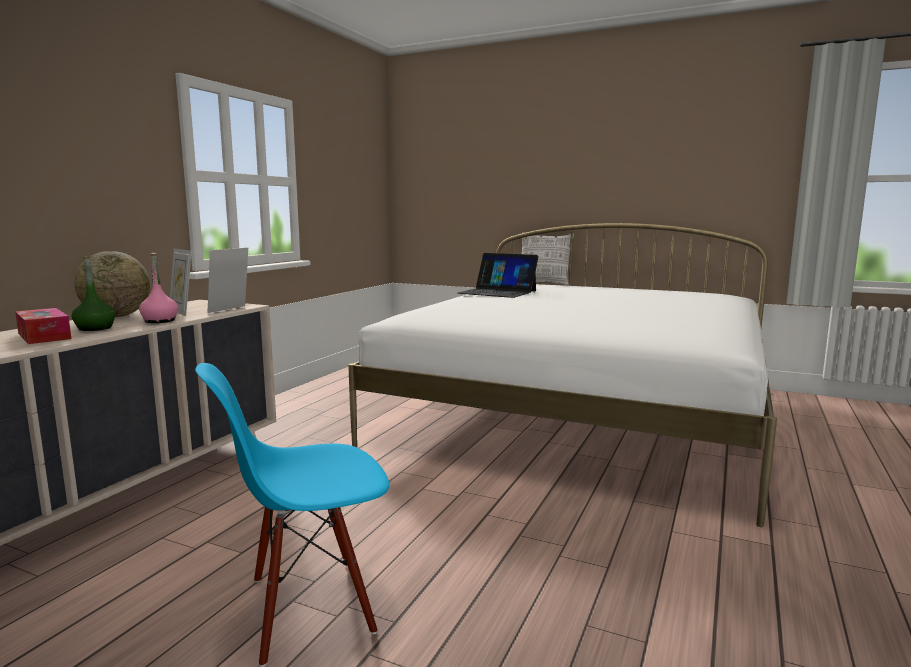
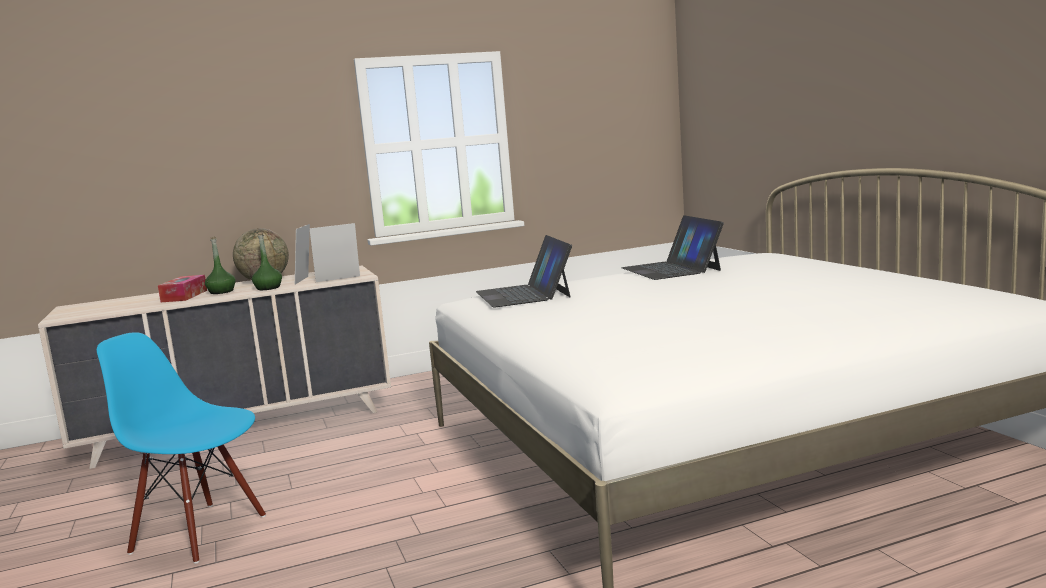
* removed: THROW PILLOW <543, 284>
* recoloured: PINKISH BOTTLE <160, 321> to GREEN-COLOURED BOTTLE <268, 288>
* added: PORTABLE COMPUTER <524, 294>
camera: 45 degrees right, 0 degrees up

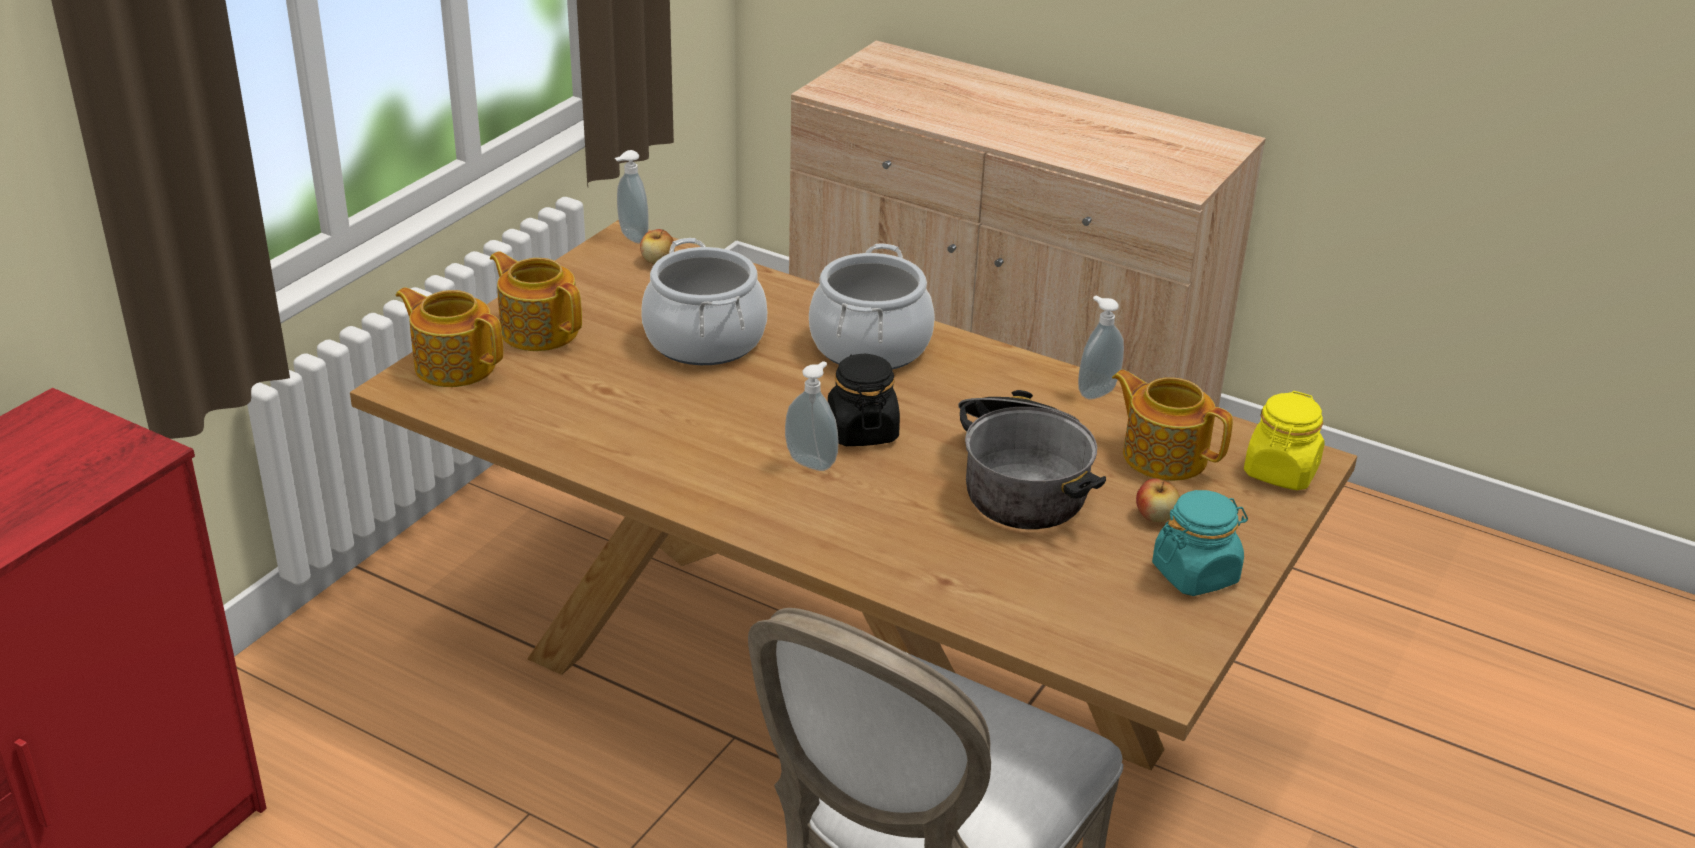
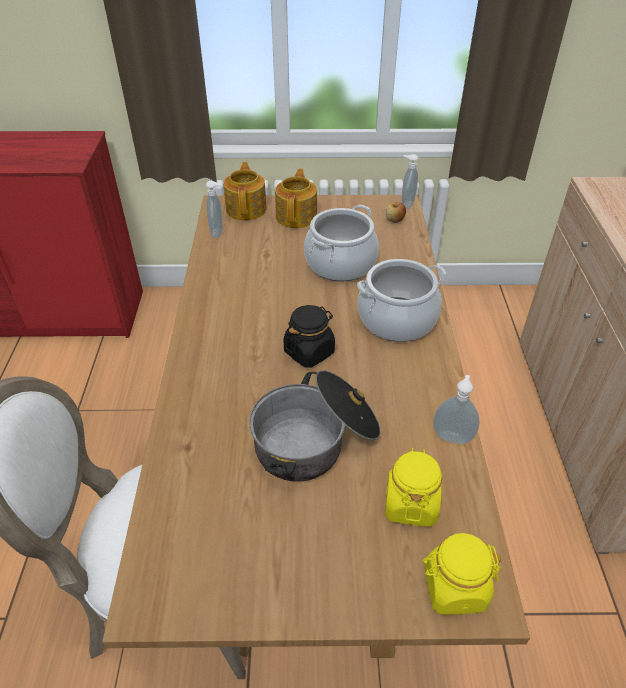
* moved: SOAP BOTTLE <812, 462> to <218, 233>
* replaced: POT FOR TEA <1163, 455> to YELLOW-COLOURED JAR <410, 503>
* removed: WHOLE APPLE <1155, 516>
* removed: TURQUOISE JAR <1195, 574>
camera: 60 degrees right, 10 degrees up

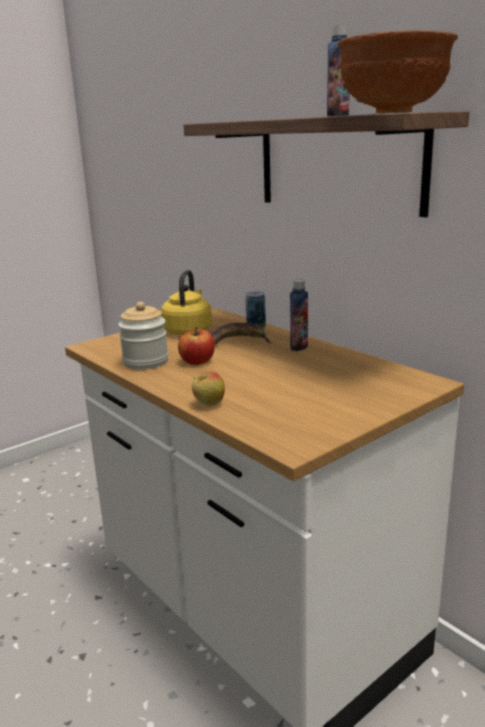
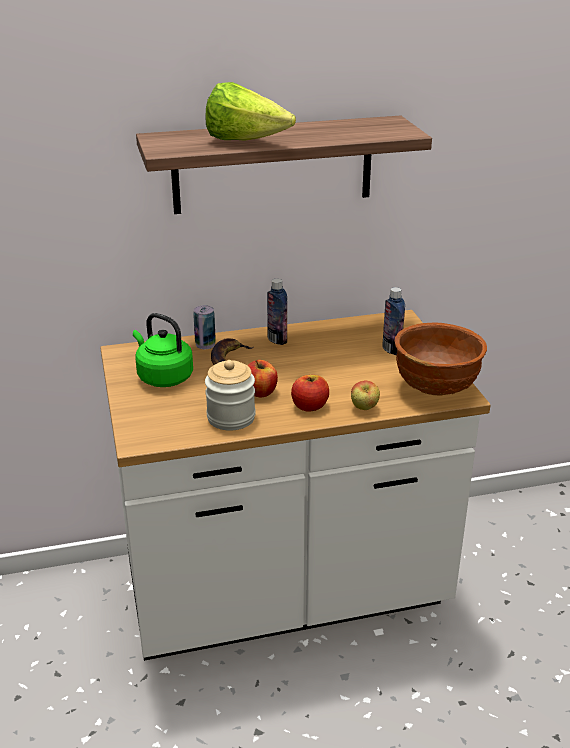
* moved: BOTTLE <338, 116> to <391, 349>
* moved: BROWNISH SERVING BOWL <393, 112> to <437, 389>
* recoloured: YELLOW-COLOURED KETTLE <188, 330> to GREEN-COLOURED KETTLE <163, 377>
* added: LETTUCE HEAD <245, 141>
* added: WHOLE APPLE <309, 406>
camera: 65 degrees left, 10 degrees up

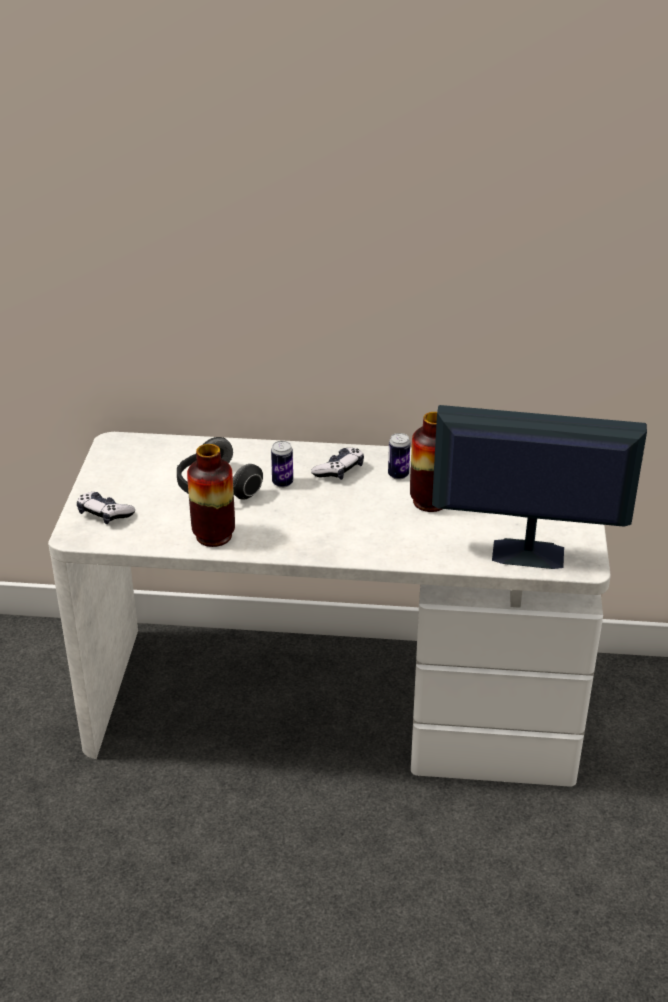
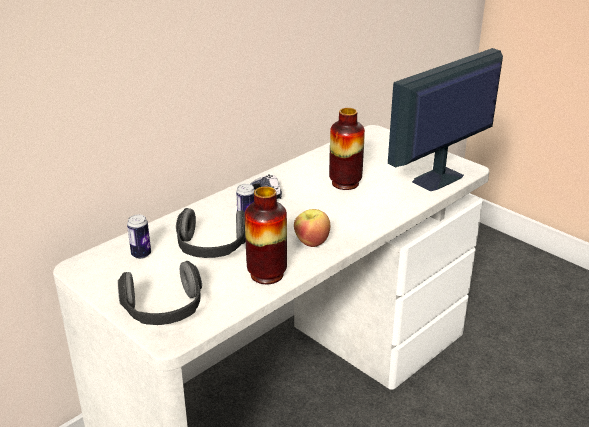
* moved: CAN <398, 475> to <141, 254>
* replaced: JOYPAD <104, 514> to PAIR OF HEADPHONES <164, 312>
* added: WHOLE APPLE <311, 242>
camera: 50 degrees left, 5 degrees down

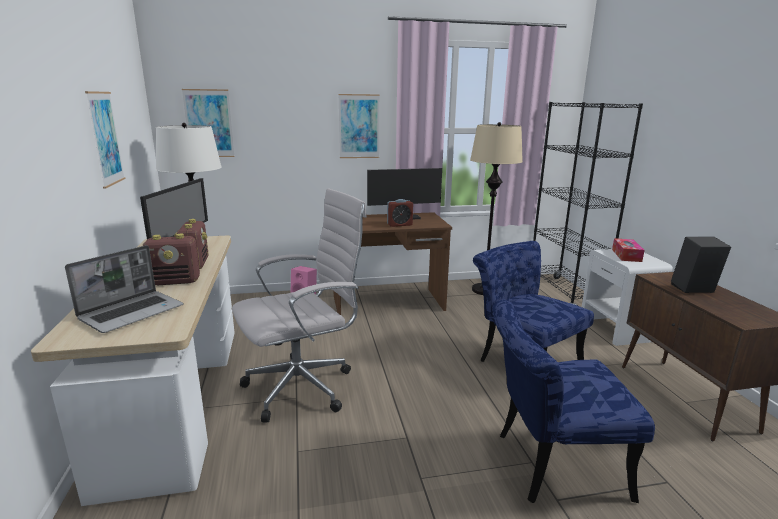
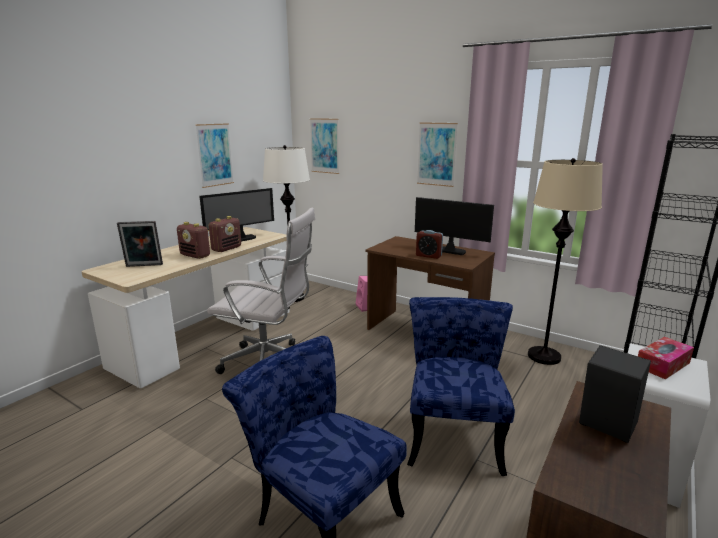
* replaced: PORTABLE COMPUTER <132, 312> to STANDING FRAME <144, 266>
camera: 45 degrees right, 0 degrees up

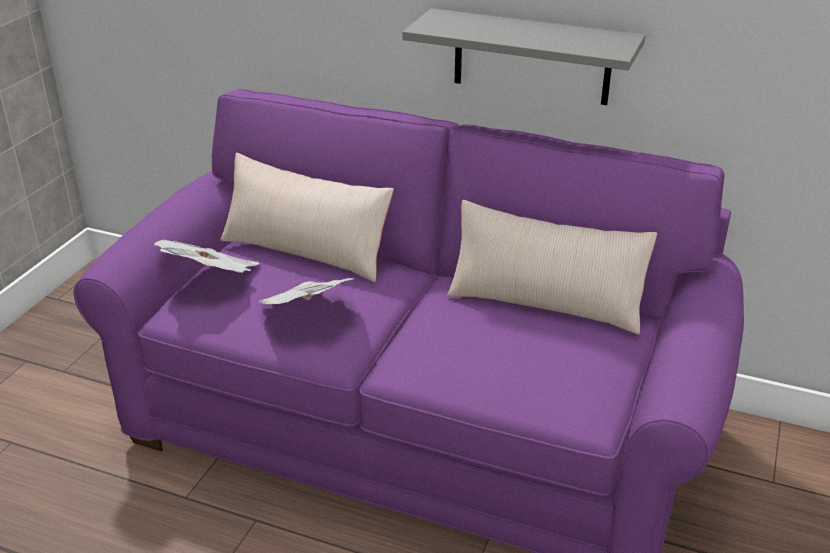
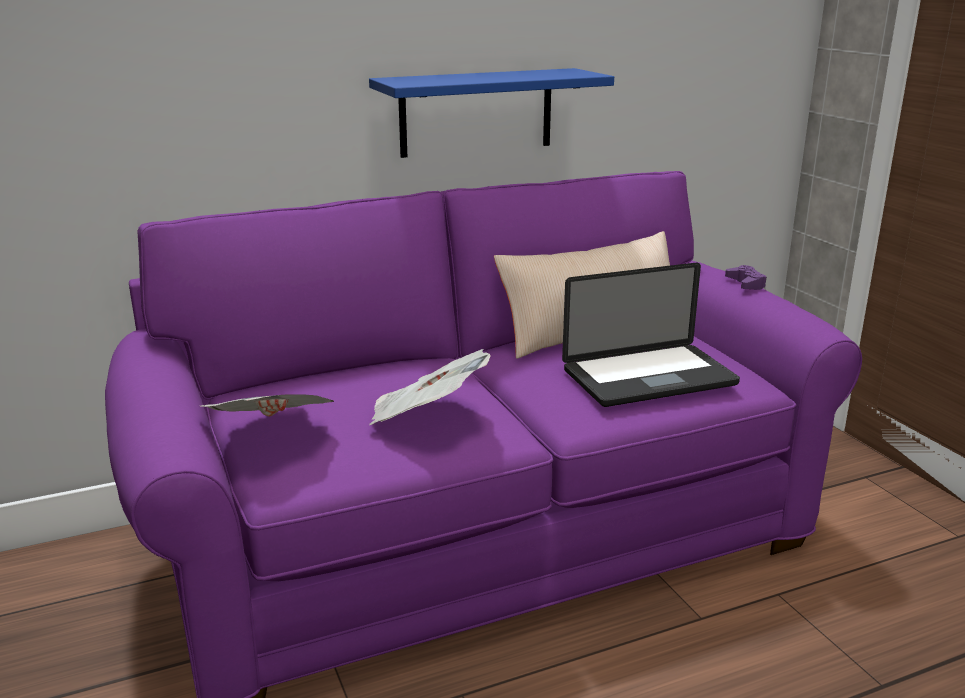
* recoloured: GREYISH SHELF <531, 57> to BLUE-COLOURED SHELF <476, 112>
* removed: BEIGE THROW PILLOW <306, 250>
* added: PORTABLE COMPUTER <649, 378>
* added: PURPLE JOYPAD <746, 284>
camera: 45 degrees left, 10 degrees down

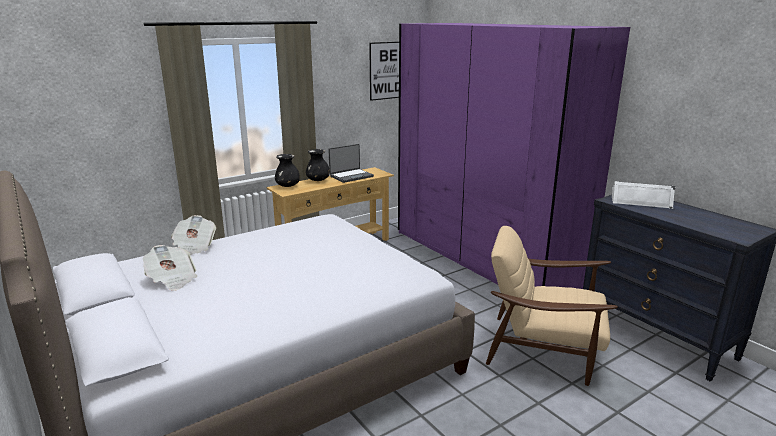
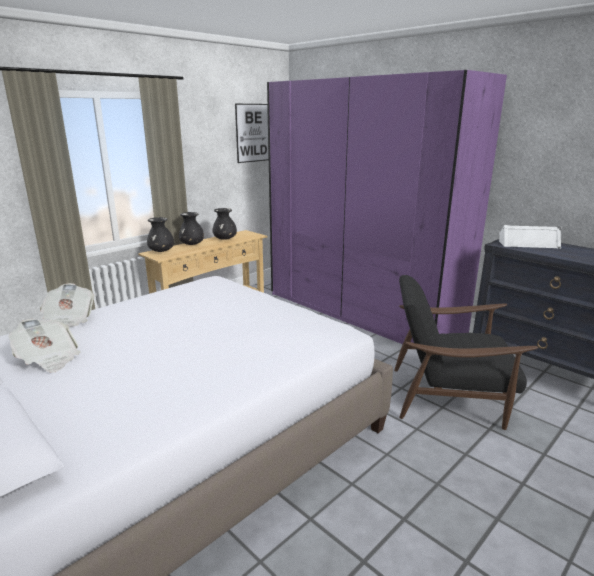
* replaced: PORTABLE COMPUTER <351, 176> to BLACK FLOWER VASE <225, 239>
* recoloured: BEIGE EASY CHAIR <543, 348> to BLACK EASY CHAIR <449, 396>
camera: 10 degrees left, 0 degrees up

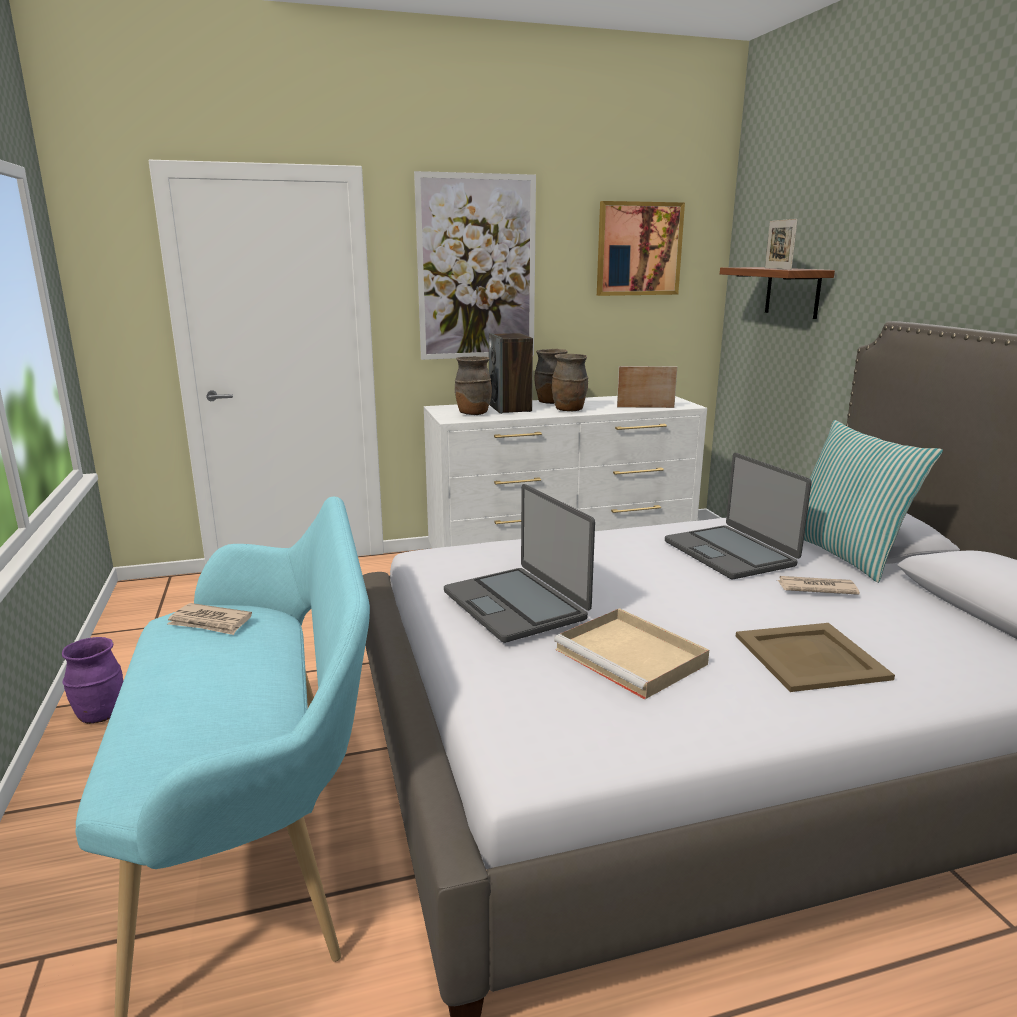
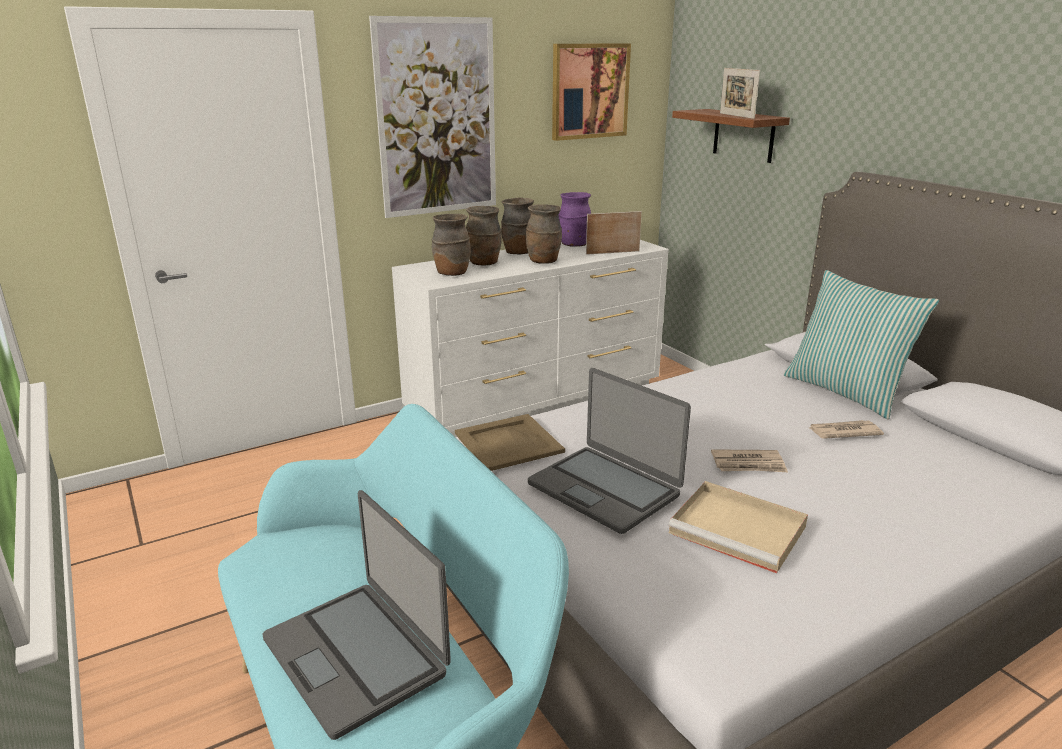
* replaced: SPEAKER <510, 408> to BROWNISH FLOWER VASE <484, 263>
* moved: PORTABLE COMPUTER <730, 553> to <357, 655>
* moved: PRINTED PAPER <210, 622> to <748, 464>
* moved: BEIGE TRAY <808, 656> to <507, 442>
* moved: PURPLE FLOWER VASE <100, 714> to <574, 245>
camera: 15 degrees left, 5 degrees up

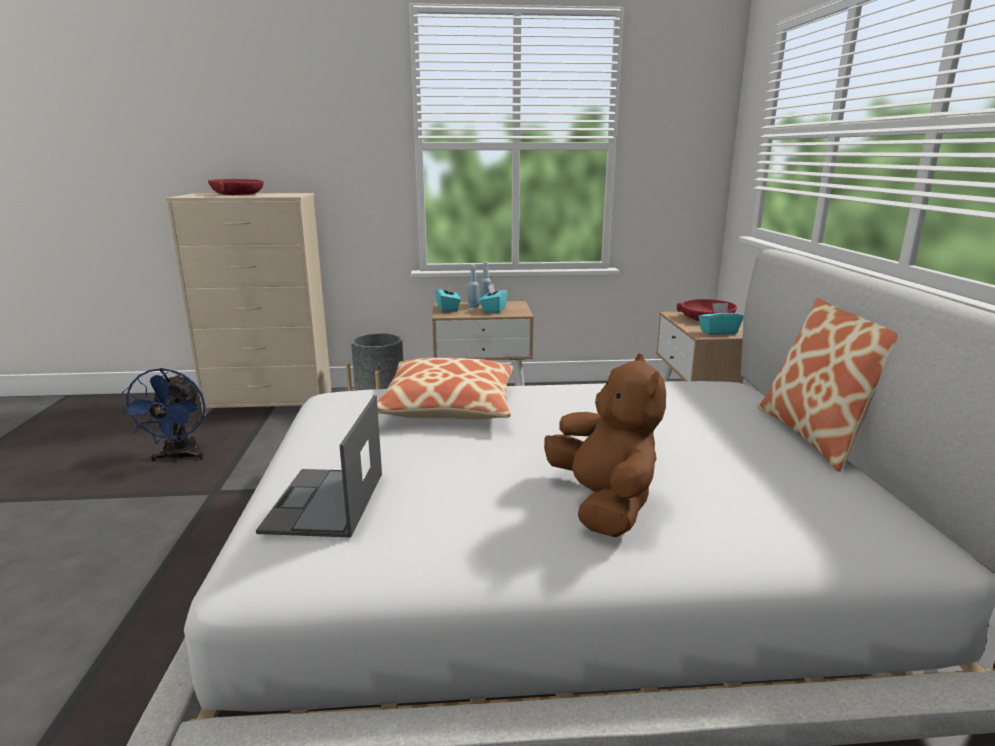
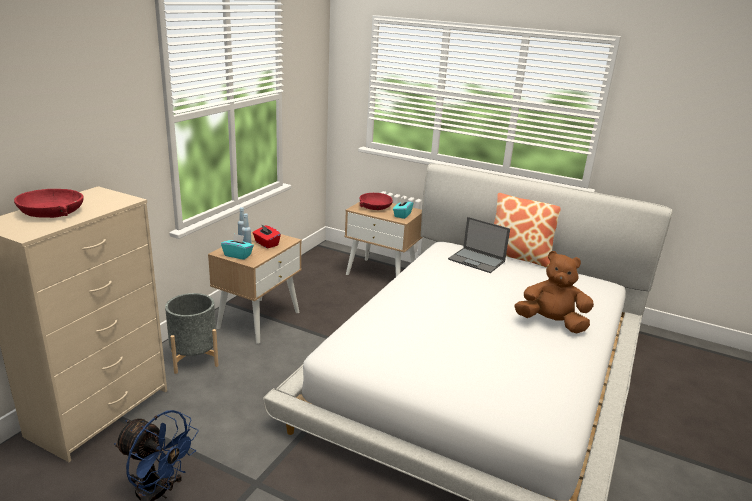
* recoloured: TURQUOISE BOX OF TISSUES <493, 310> to RED BOX OF TISSUES <266, 244>
* removed: THROW PILLOW <449, 406>
* moved: PORTABLE COMPUTER <325, 503> to <477, 260>
camera: 60 degrees left, 5 degrees up

